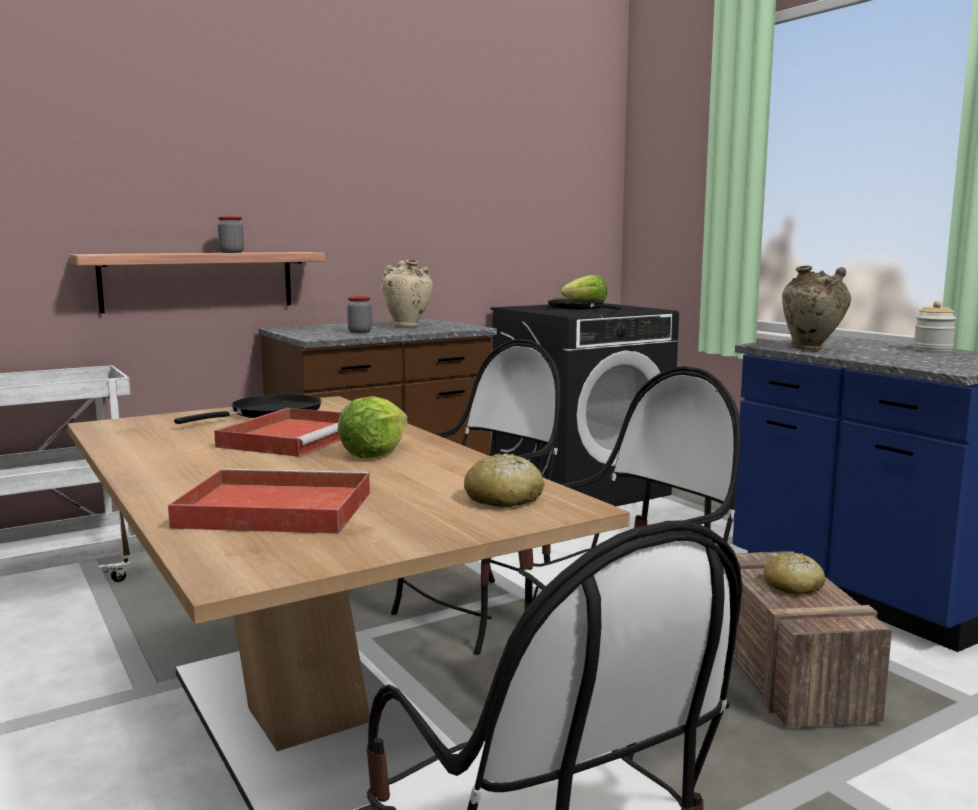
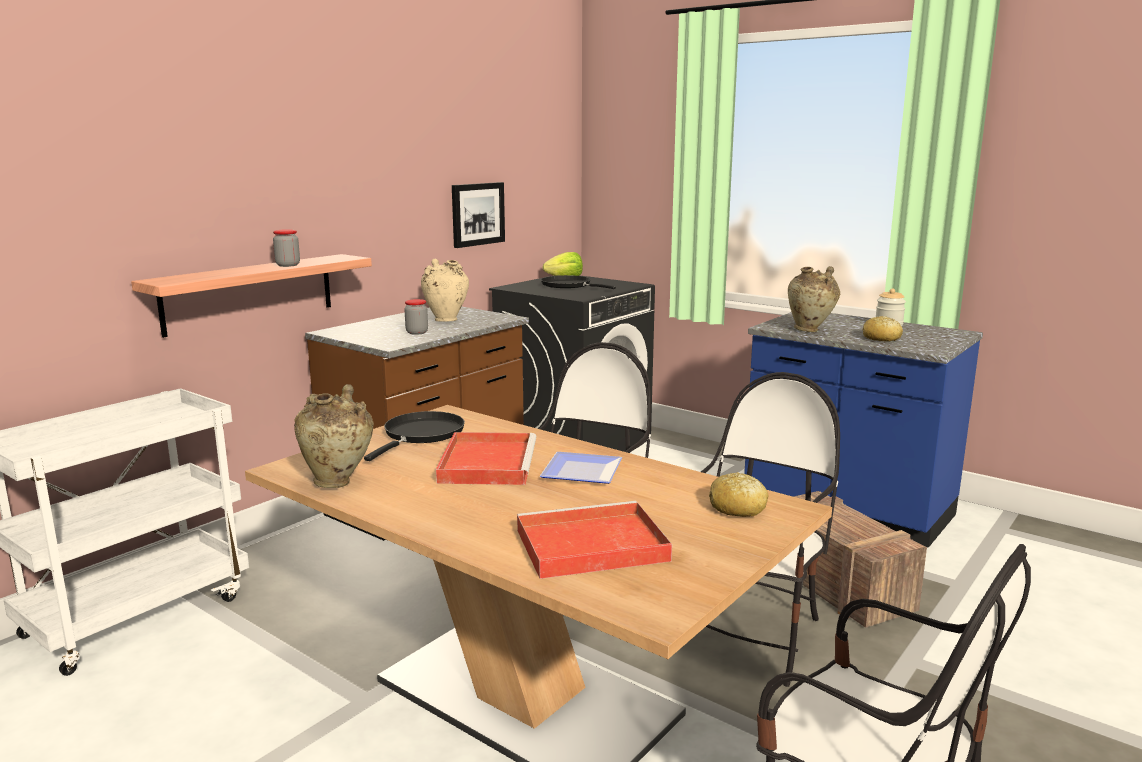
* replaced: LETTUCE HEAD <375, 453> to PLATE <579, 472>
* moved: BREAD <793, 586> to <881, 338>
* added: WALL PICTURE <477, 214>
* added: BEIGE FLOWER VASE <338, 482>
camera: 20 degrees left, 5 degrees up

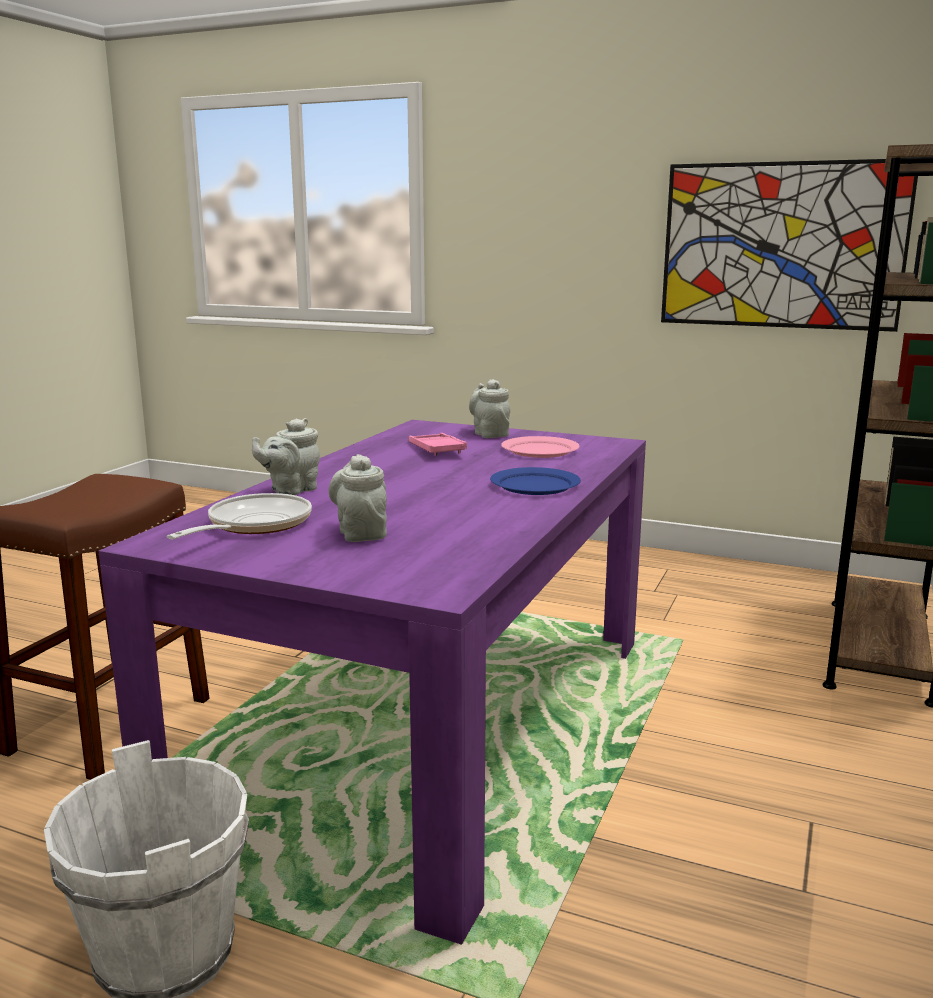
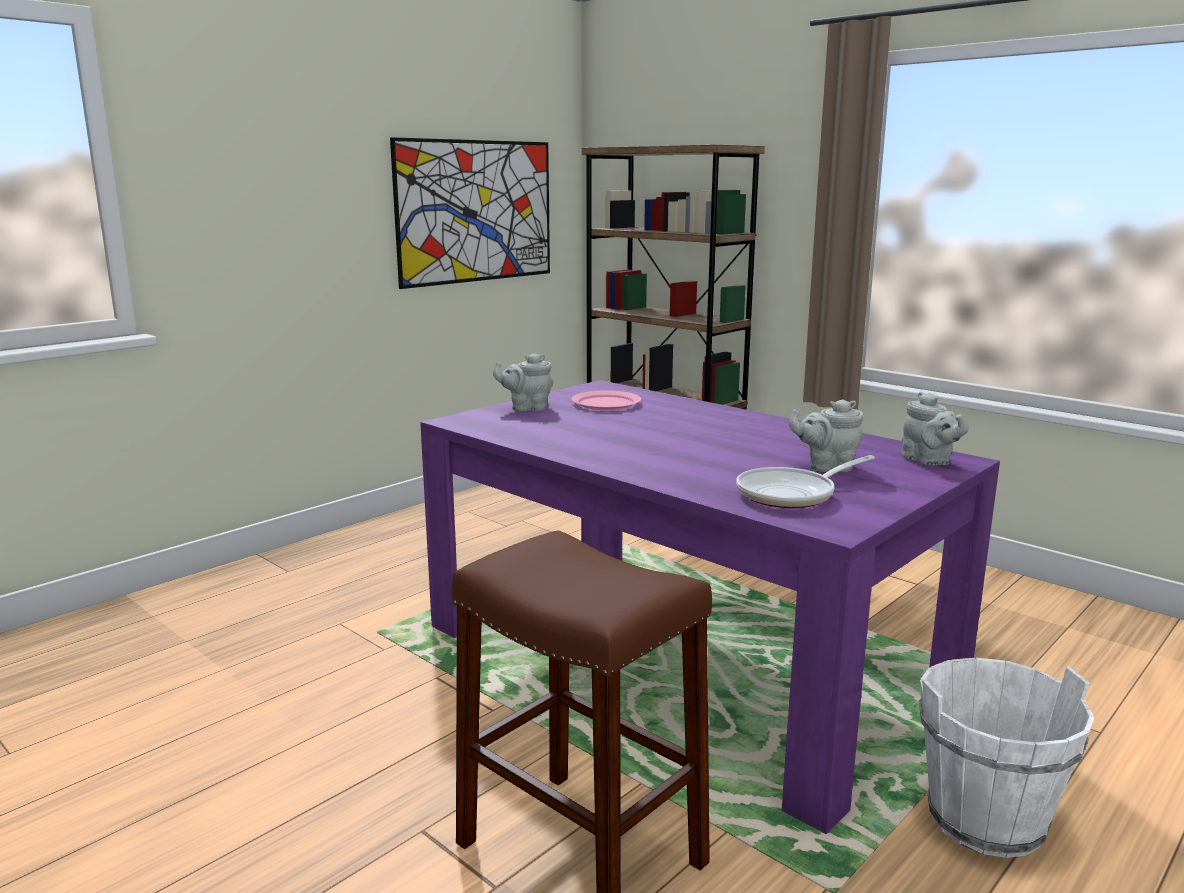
* moved: GREYISH POT FOR TEA <290, 490> to <929, 461>
* removed: PINKISH TRAY <436, 450>
* removed: BLUE-COLOURED PLATE <535, 485>
* turned: PAN <253, 525> = <792, 494> 75 degrees counterclockwise
camera: 70 degrees left, 0 degrees up

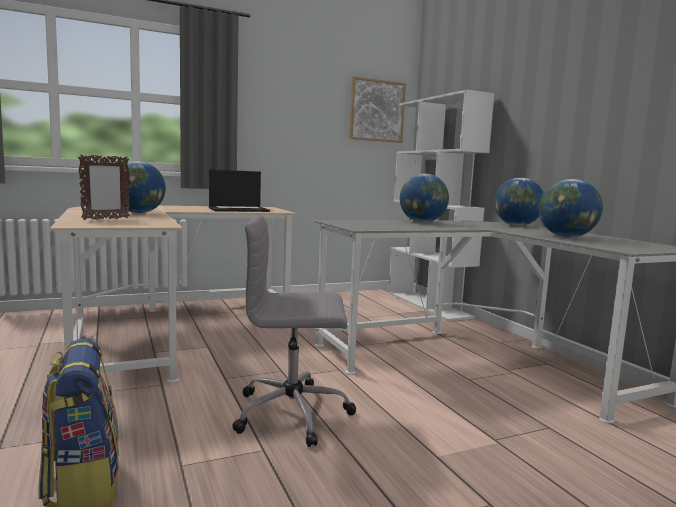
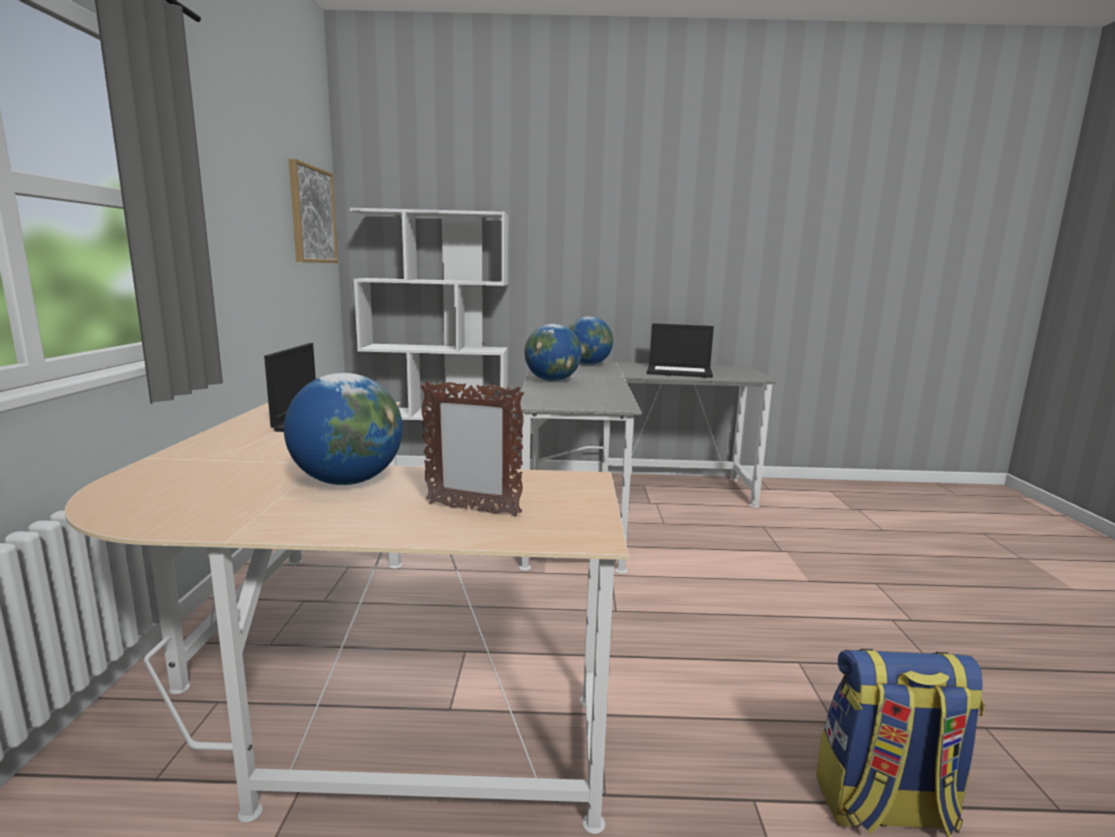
* turned: STANDING FRAME <106, 219> = <472, 509> 135 degrees clockwise
* replaced: WORLD GLOBE <567, 237> to PORTABLE COMPUTER <680, 372>
* removed: GREYISH OFFICE CHAIR <294, 413>
camera: 65 degrees left, 5 degrees up

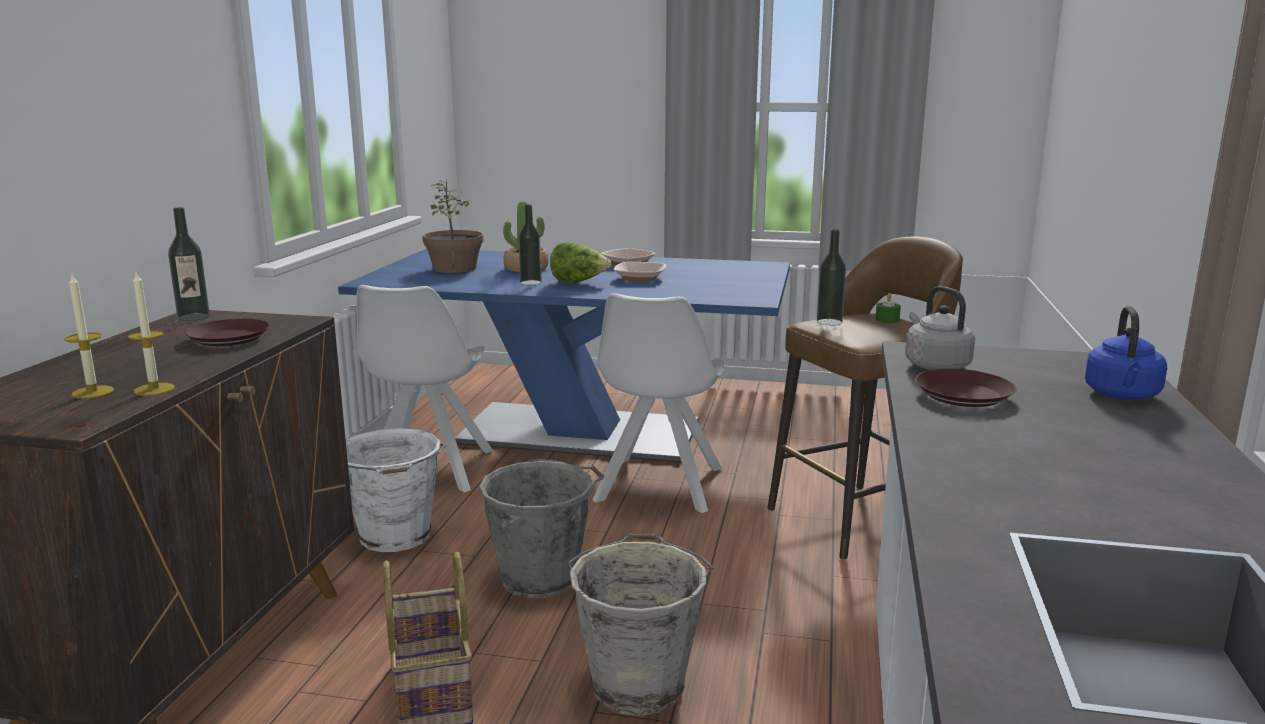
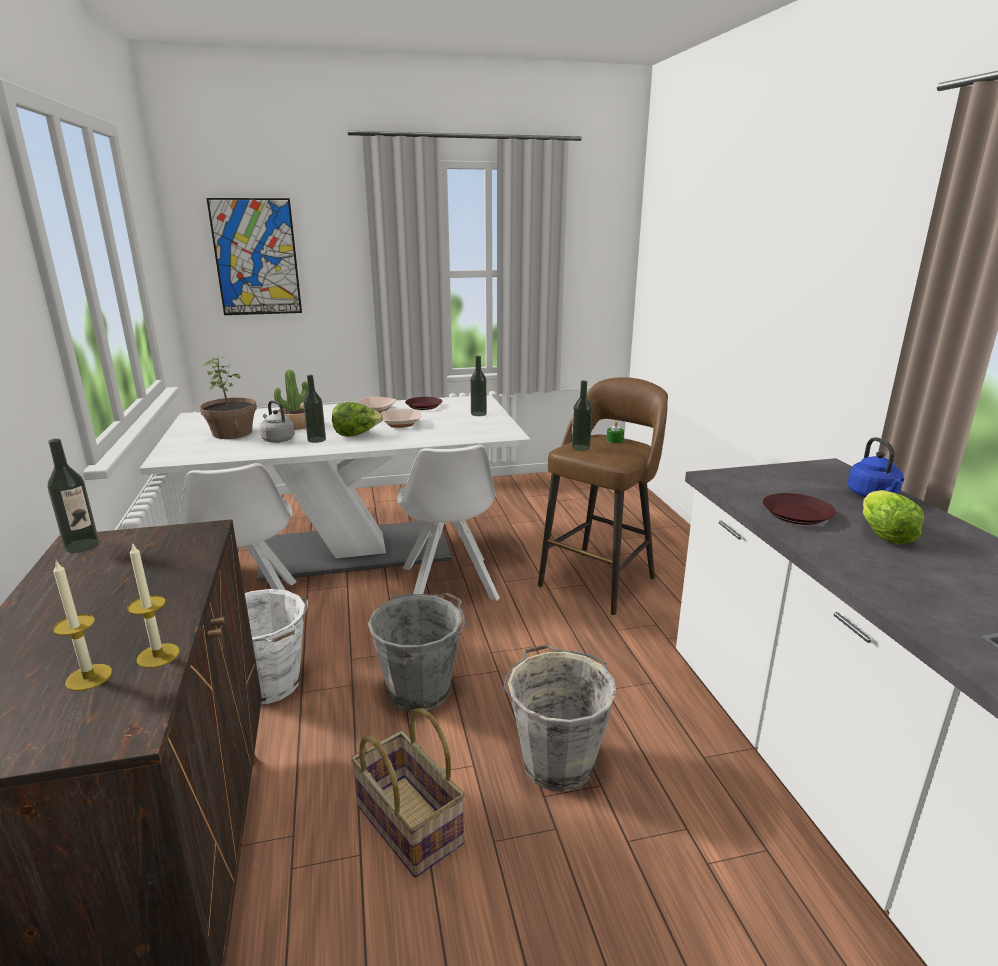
* recoloured: BLUE-COLOURED KITCHEN TABLE <580, 433> to WHITISH KITCHEN TABLE <356, 550>
* moved: GREYISH KETTLE <934, 365> to <277, 439>
* moved: BROWNISH PLATE <228, 338> to <423, 406>
* added: WALL PICTURE <256, 257>
* added: BOTTLE <478, 414>
* added: LETTUCE HEAD <883, 533>
camera: 25 degrees left, 5 degrees up

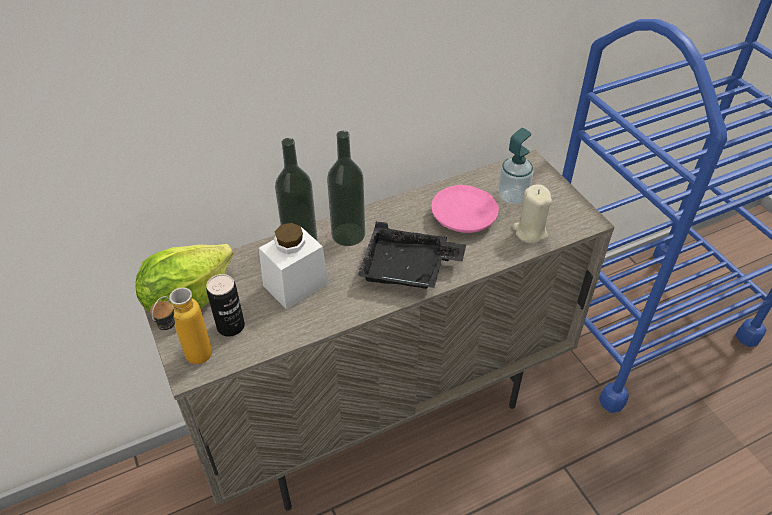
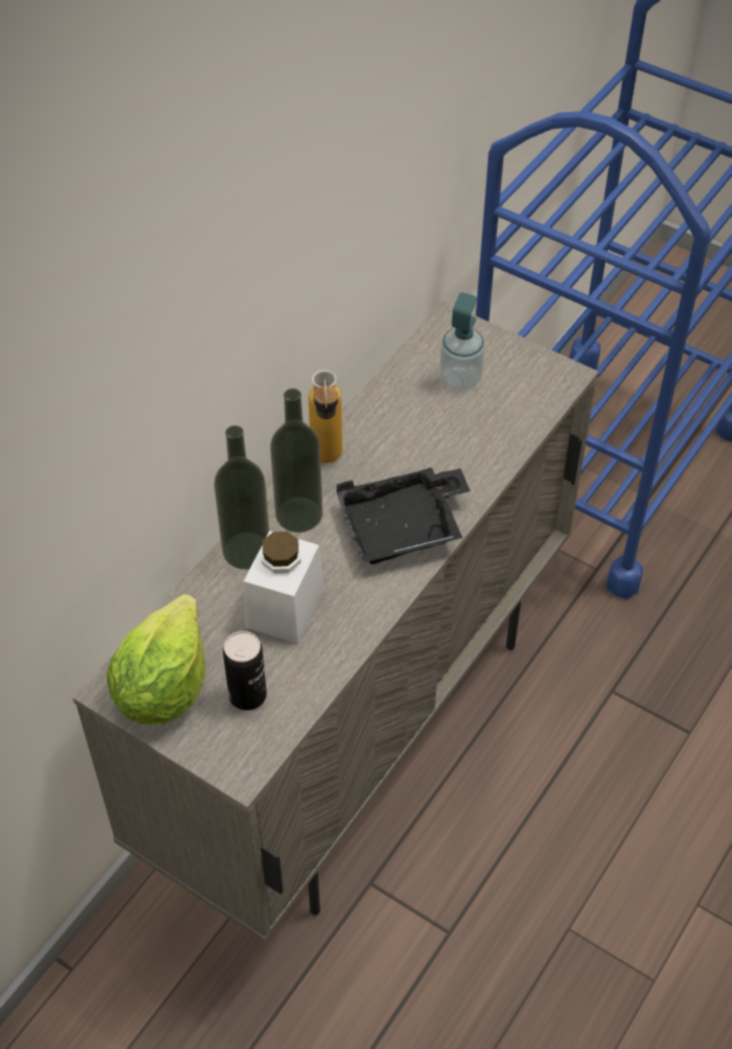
* removed: PINKISH PLATE <464, 217>
* removed: BEIGE CANDLE <530, 232>
* moved: BOTTLE <192, 363> to <327, 462>
camera: 30 degrees left, 5 degrees up

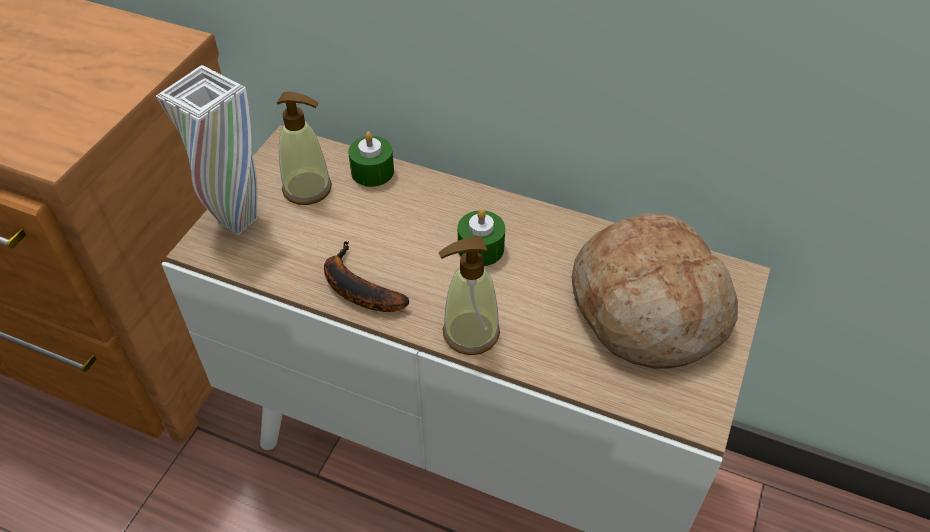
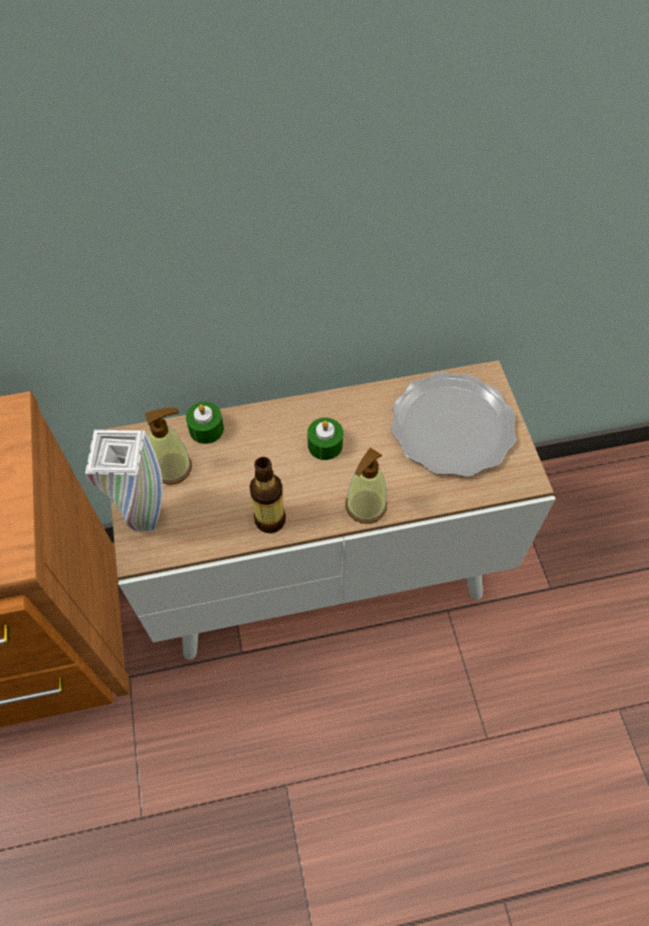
* replaced: BREAD <648, 308> to PLATE <453, 427>
* replaced: BANANA FRUIT <356, 288> to BOTTLE <270, 520>
camera: 35 degrees left, 10 degrees up

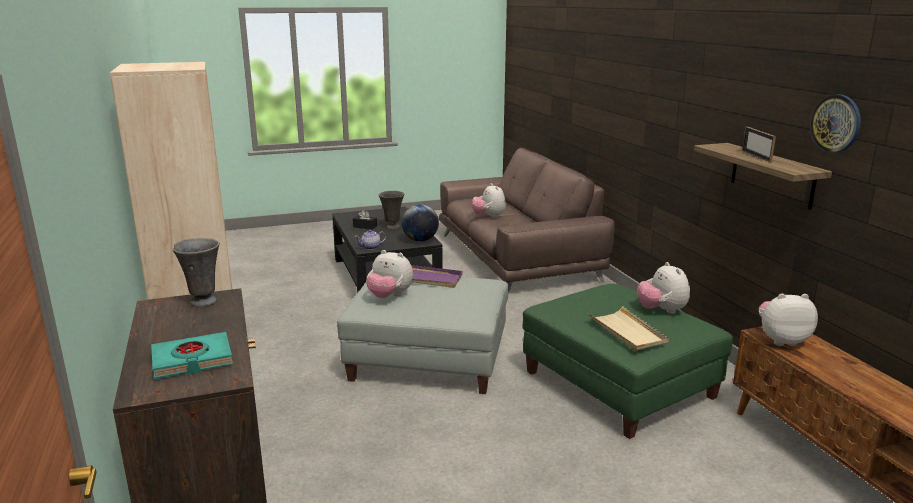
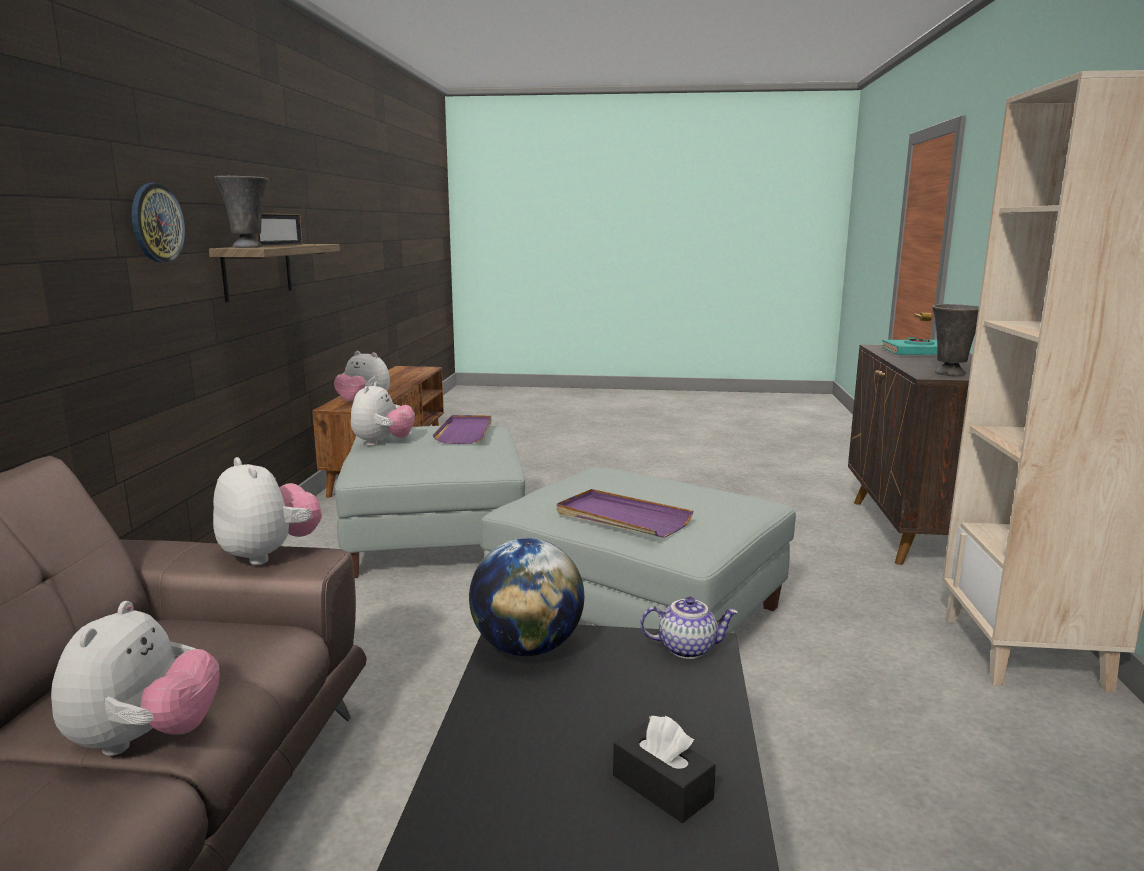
* moved: WALL CLOCK <836, 123> to <156, 223>
* moved: GREYISH FLOWER VASE <392, 227> to <249, 247>
* moved: PLUSH TOY <389, 296> to <269, 554>
* recoloured: GREEN-COLOURED FOOTREST <619, 384> to GREYISH FOOTREST <434, 536>
* recoloured: BEIGE TRAY <627, 331> to PURPLE TRAY <465, 432>
camera: 155 degrees left, 5 degrees down

